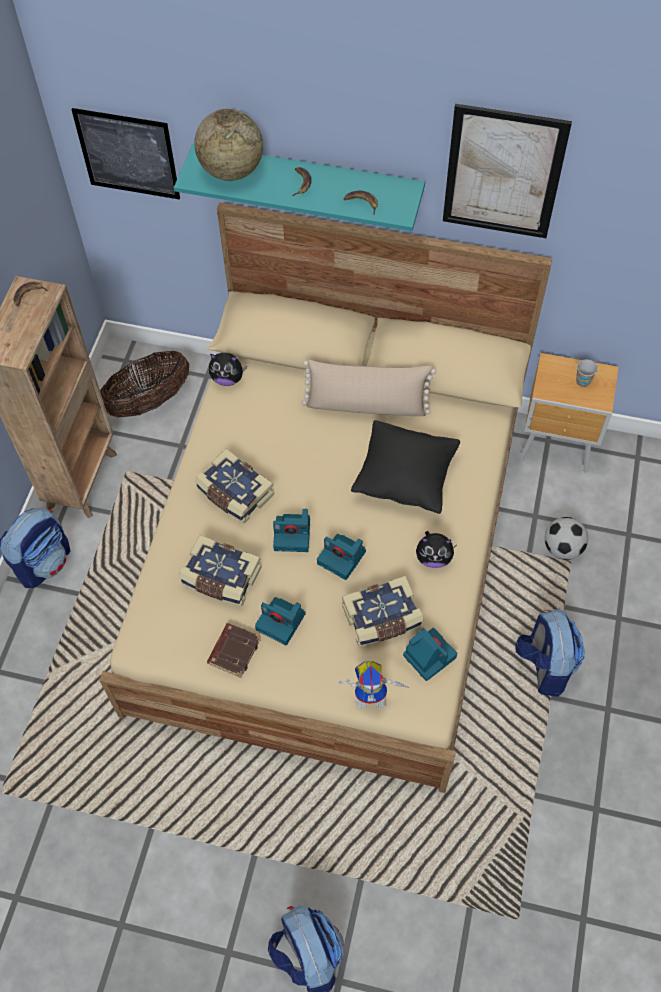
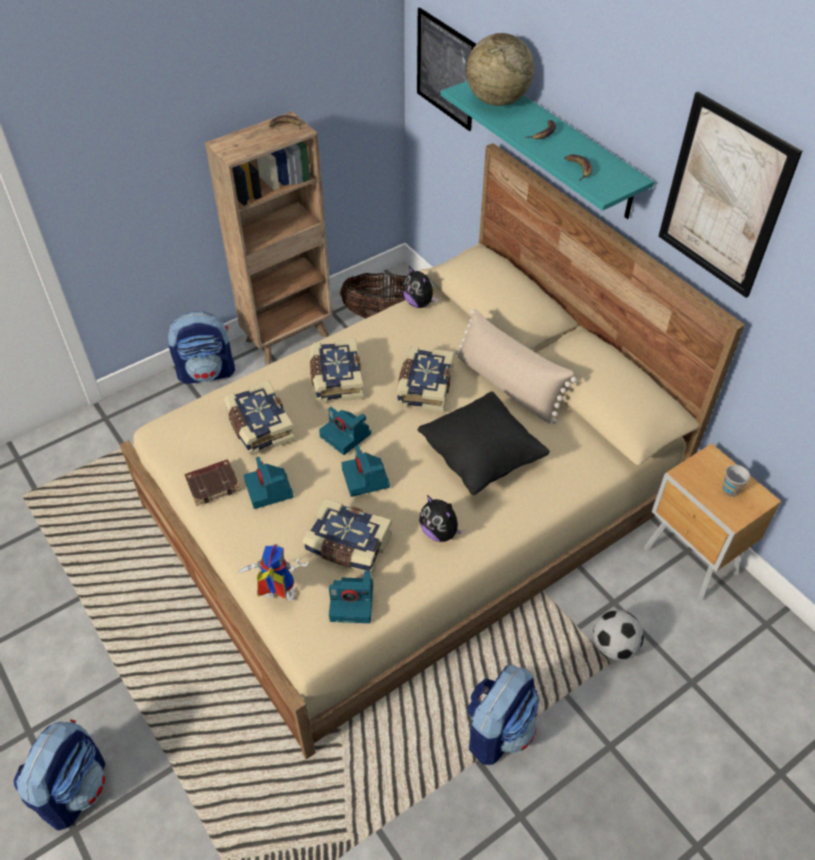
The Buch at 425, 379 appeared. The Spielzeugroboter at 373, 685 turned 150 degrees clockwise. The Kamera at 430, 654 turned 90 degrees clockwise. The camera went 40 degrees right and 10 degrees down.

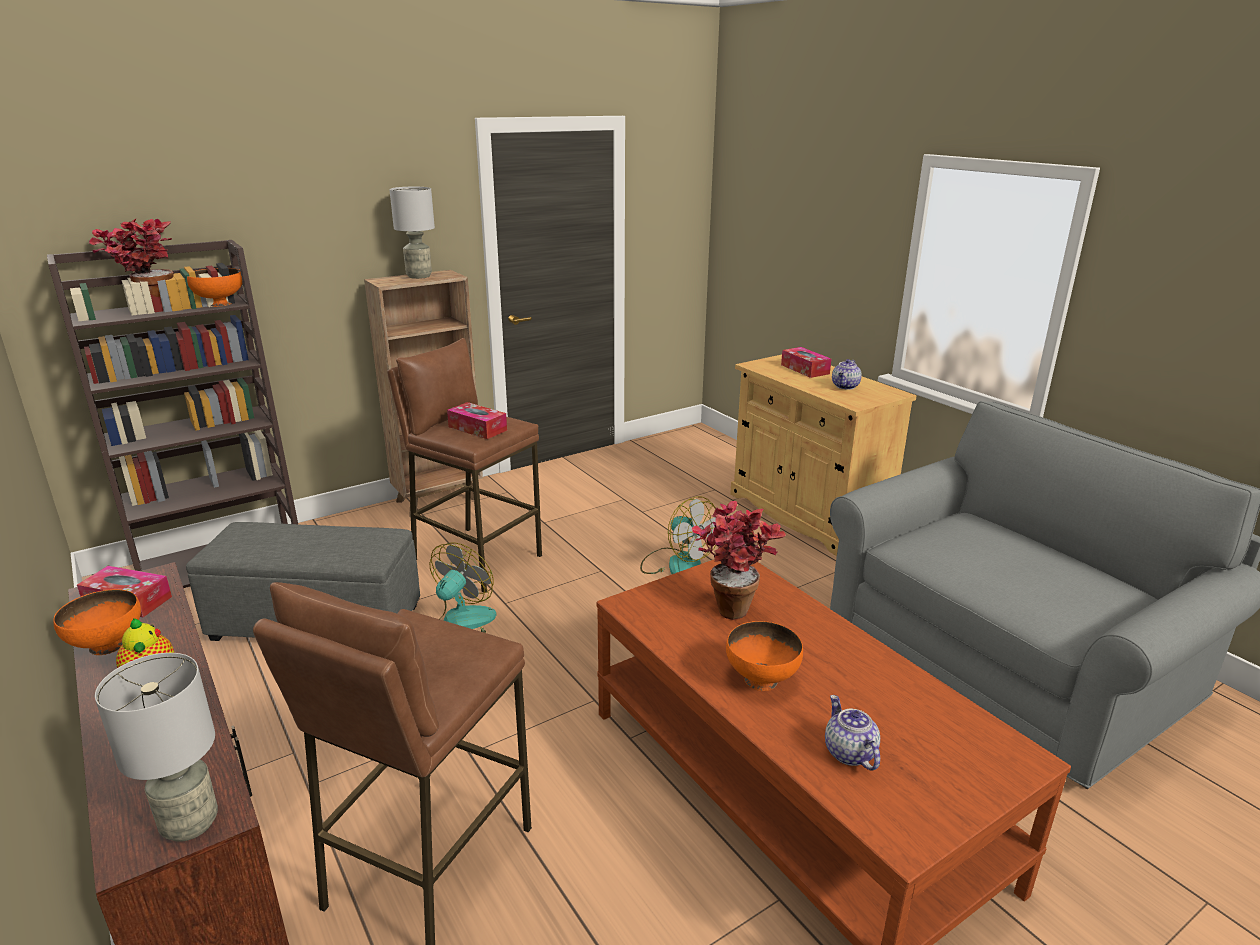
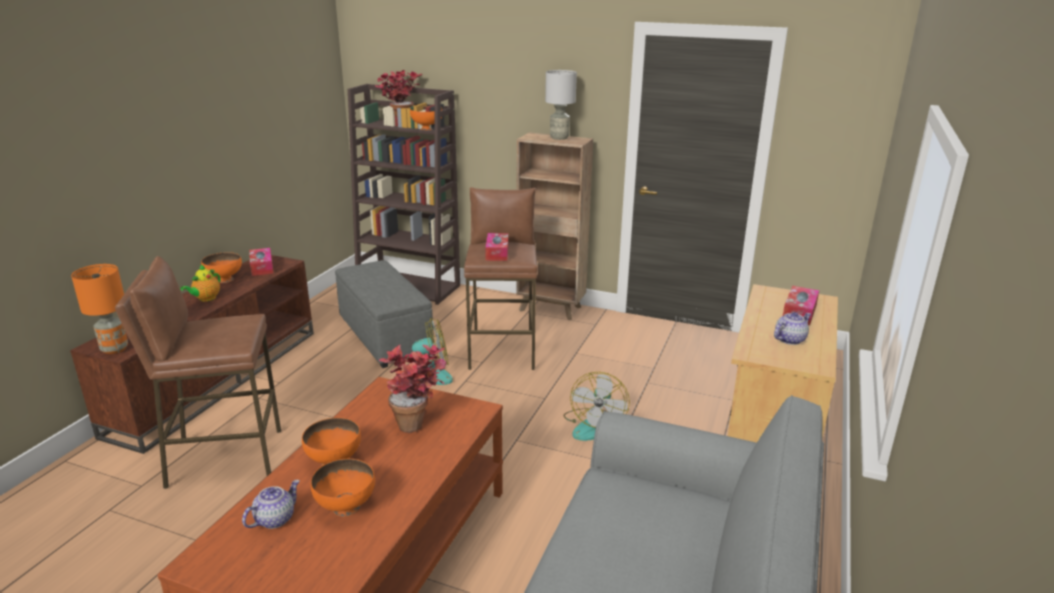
The Schüssel [orange] at 343, 488 appeared. The Tischlampe [grau] at 156, 747 became the Tischlampe [orange] at 99, 309. The Teekanne at 847, 374 turned 150 degrees clockwise. The camera went 55 degrees right and 0 degrees up.

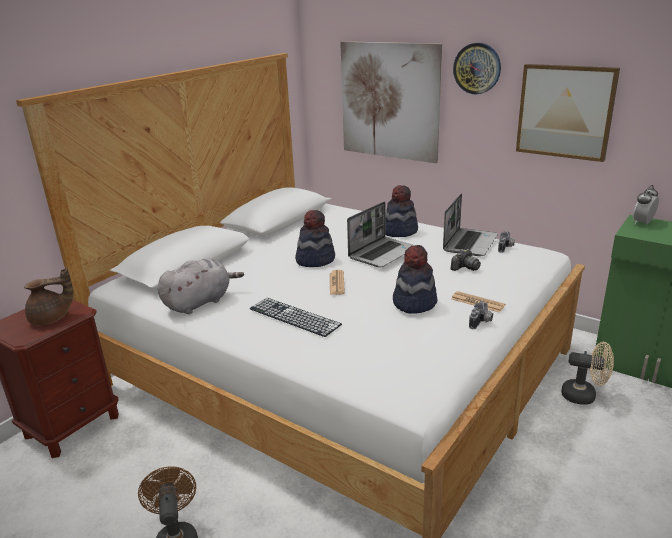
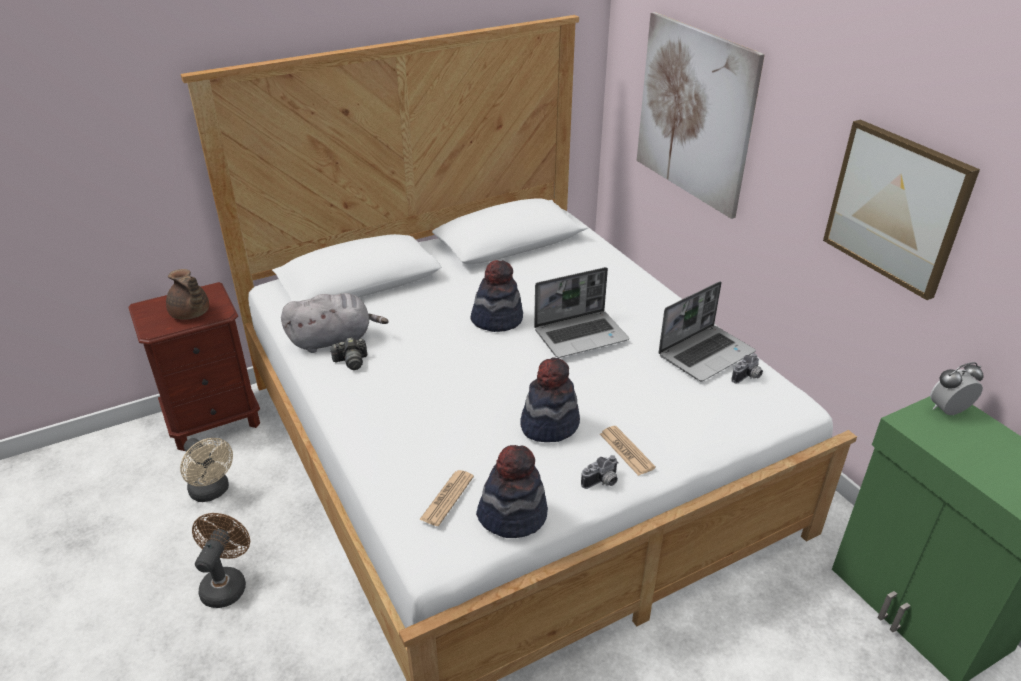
The Tastatur at 296, 317 disappeared. The Wanduhr at 477, 69 disappeared. The Zeitung moved from 337, 282 to 446, 498. The Hut moved from 401, 211 to 512, 491. The Kamera moved from 466, 260 to 348, 353. The Ventilator [beige] moved from 587, 373 to 206, 470. The Teekanne [braun] at 48, 296 turned 45 degrees clockwise. The camera went 25 degrees right and 10 degrees up.

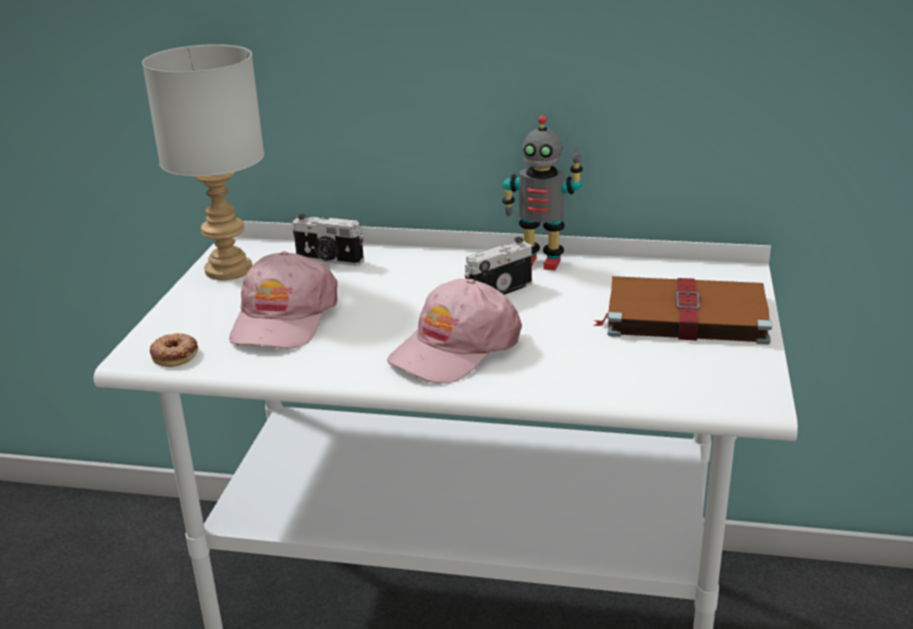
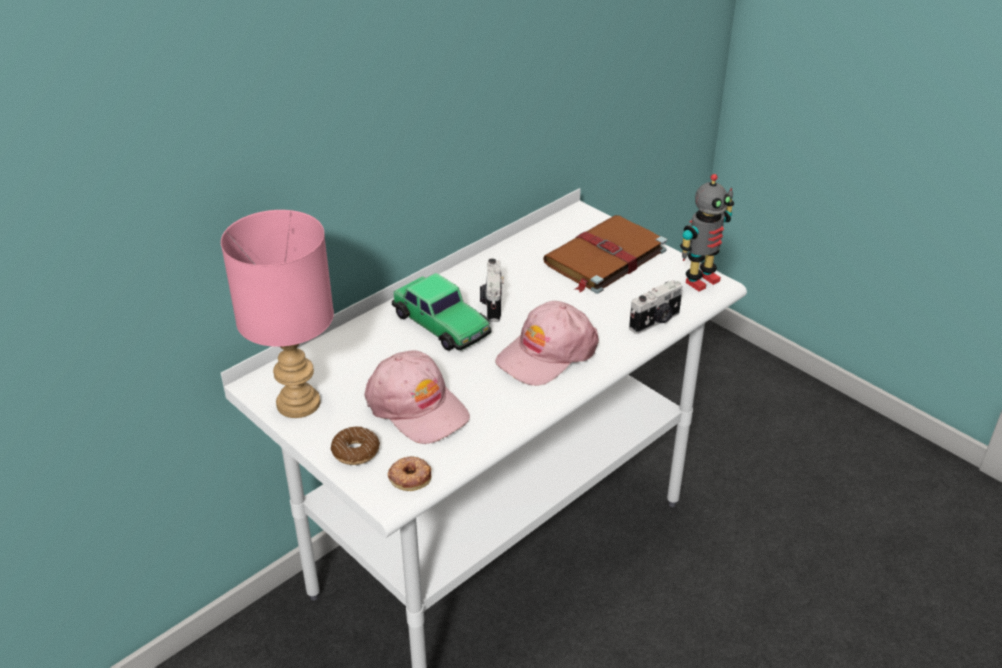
The Donut at 355, 445 appeared. The Spielzeugauto at 442, 312 appeared. The Kamera moved from 328, 240 to 656, 307. The Spielzeugroboter moved from 542, 193 to 707, 232. The Tischlampe [grau] at 203, 162 became the Tischlampe [rosa] at 277, 314. The Kappe [rosa] at 454, 331 turned 60 degrees clockwise. The camera went 55 degrees left and 10 degrees up.

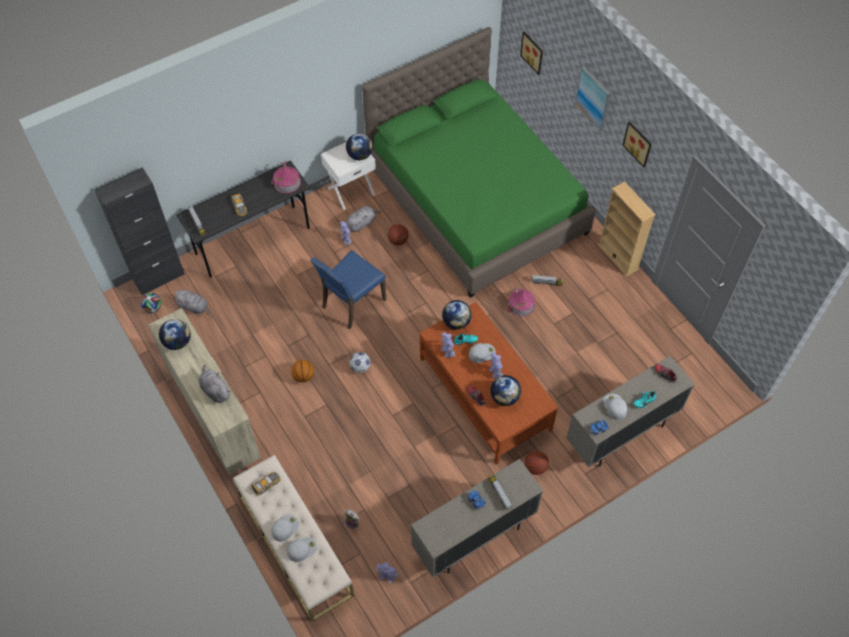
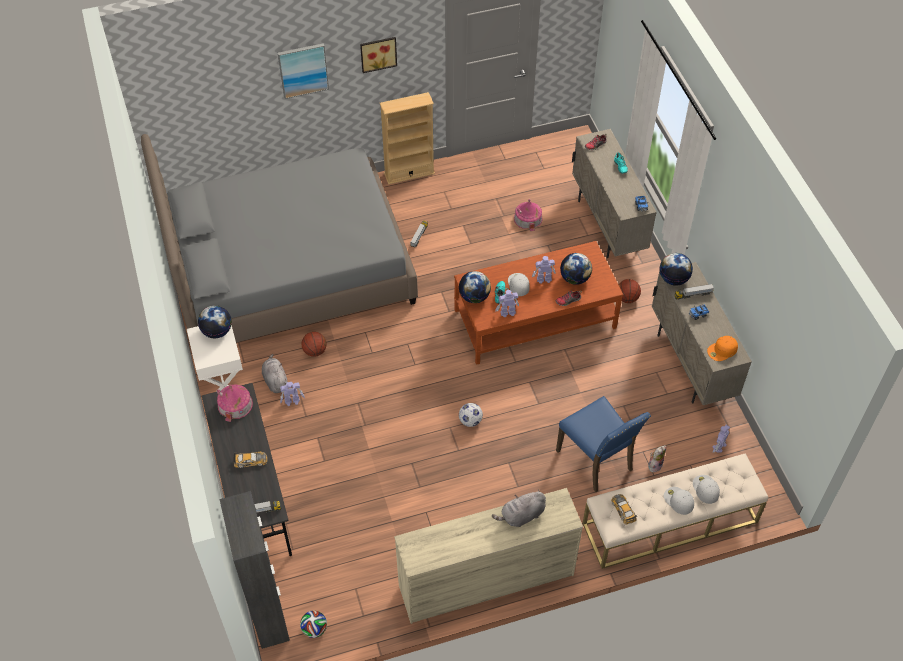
The Plüschtier [grau] at 191, 302 disappeared. The Basketball at 302, 371 disappeared. The Bild at 531, 53 disappeared. The Kappe [weiß] at 615, 407 disappeared. The Kappe [orange] at 722, 348 appeared. The Globus moved from 175, 334 to 676, 269. The Stuhl [blau] moved from 348, 289 to 603, 444. The Spielzeughaus moved from 521, 302 to 528, 215. The Bett [grün] at 479, 162 became the Bett [grau] at 279, 238. The camera went 75 degrees left and 5 degrees down.

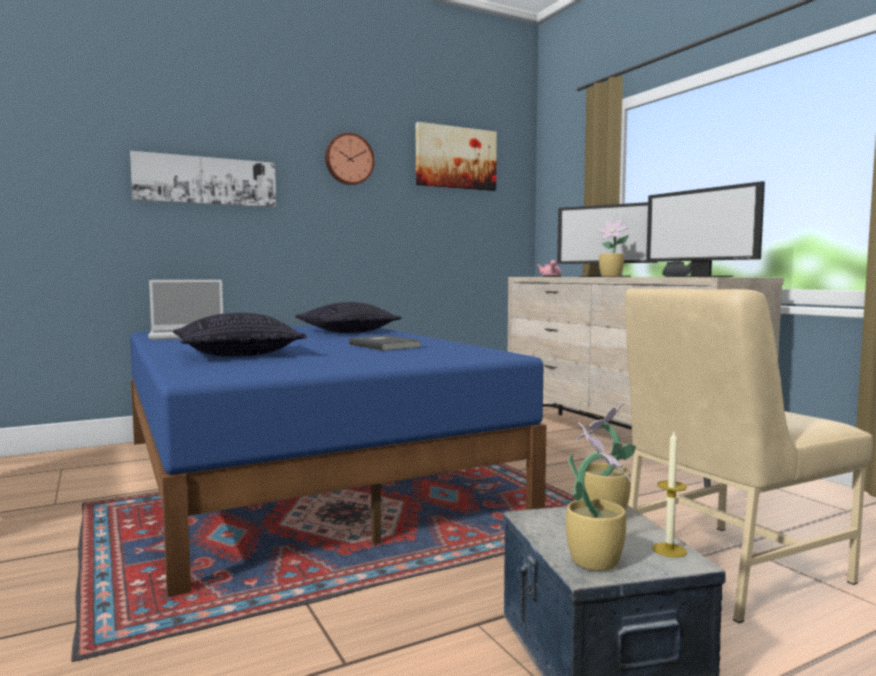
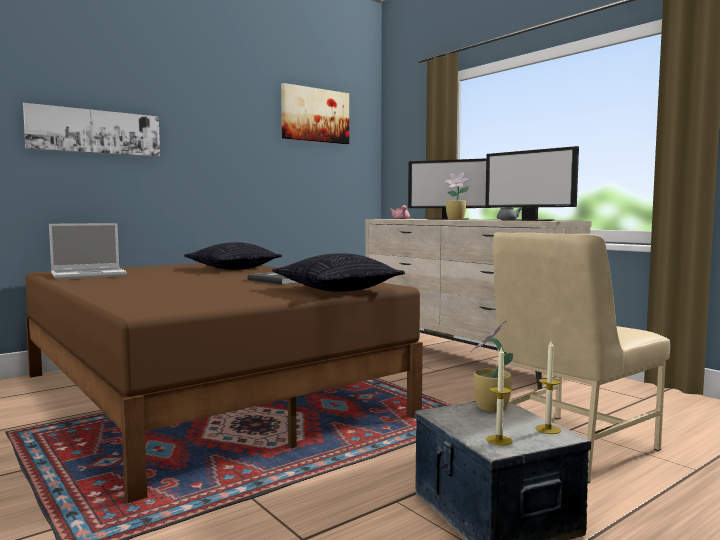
The Wanduhr at 350, 159 disappeared. The Kissen moved from 240, 335 to 338, 272. The Topfpflanze at 598, 496 was replaced by the Kerze at 499, 396. The Bett [blau] at 338, 461 became the Bett [braun] at 224, 383. The camera went 10 degrees left and 0 degrees up.

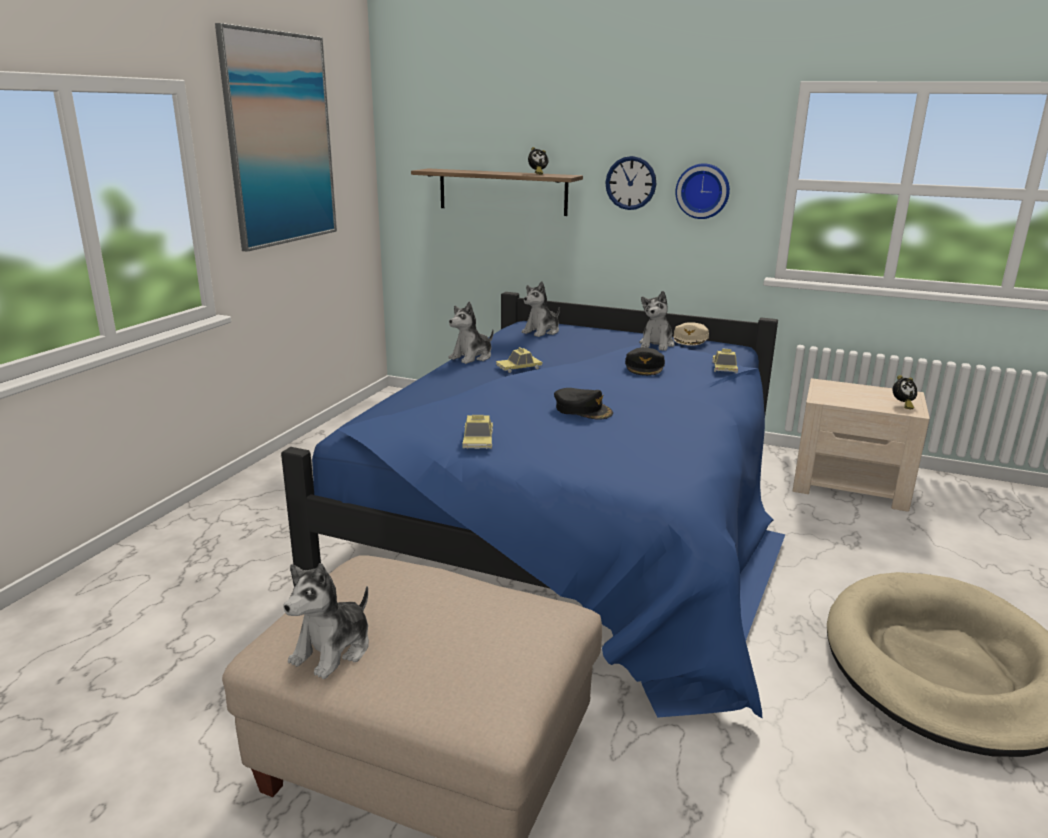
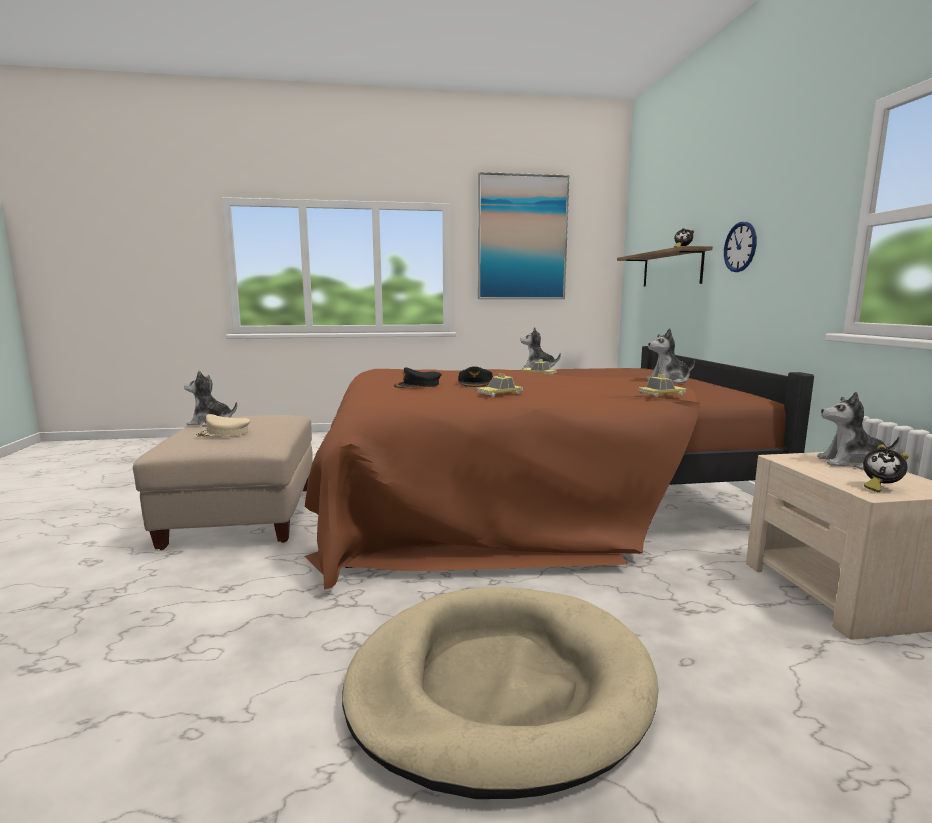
The Wanduhr at 702, 191 disappeared. The Spielzeugauto moved from 477, 432 to 499, 385. The Plüschtier moved from 540, 309 to 858, 431. The Kappe [schwarz] moved from 645, 362 to 418, 378. The Kappe [beige] moved from 691, 334 to 223, 425. The Bett [blau] at 533, 505 became the Bett [braun] at 559, 467. The camera went 60 degrees right and 10 degrees down.

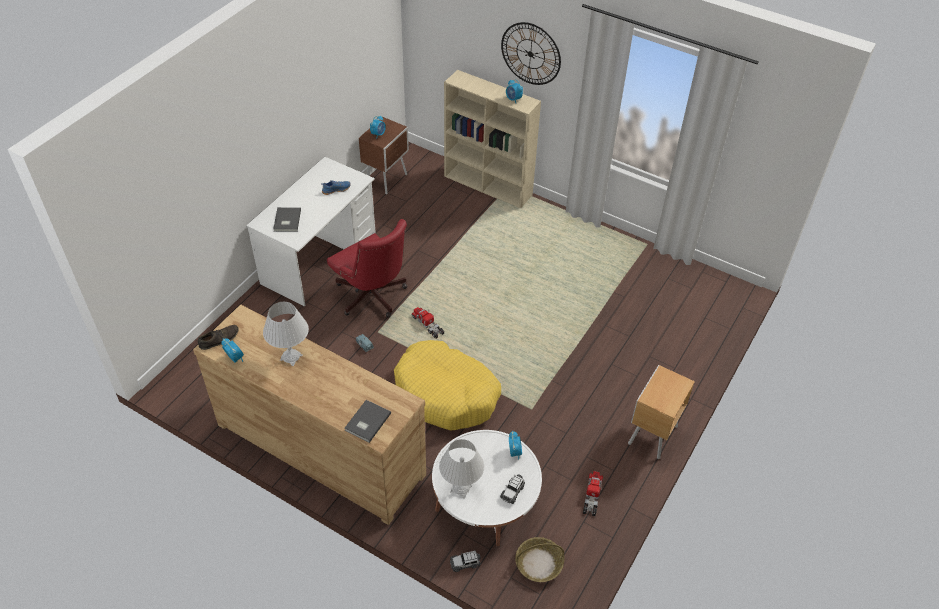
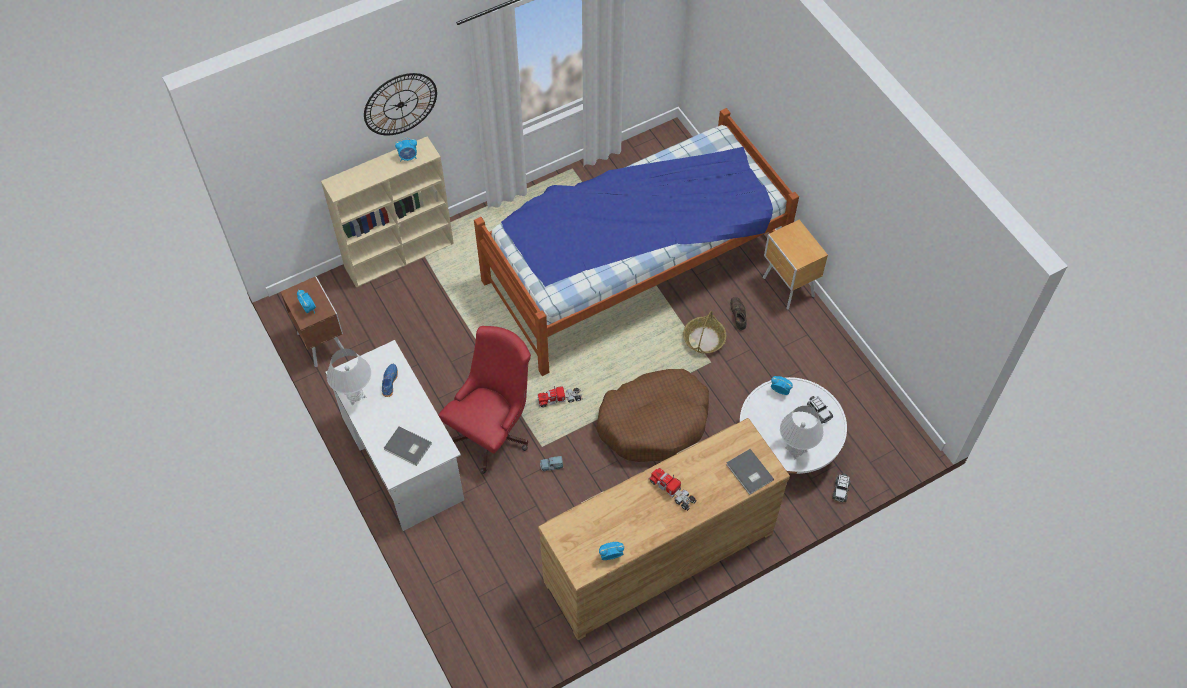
The Bett at 636, 242 appeared. The Schuh [braun] moved from 218, 337 to 738, 313. The Tischlampe [weiß] moved from 286, 334 to 349, 377. The Korb moved from 539, 559 to 704, 332. The Spielzeuglaster moved from 593, 493 to 673, 489. The Hundebett [gelb] at 447, 385 became the Hundebett [braun] at 652, 415. The Bürostuhl [rot] at 367, 268 turned 45 degrees counterclockwise. The camera went 60 degrees left and 10 degrees up.

